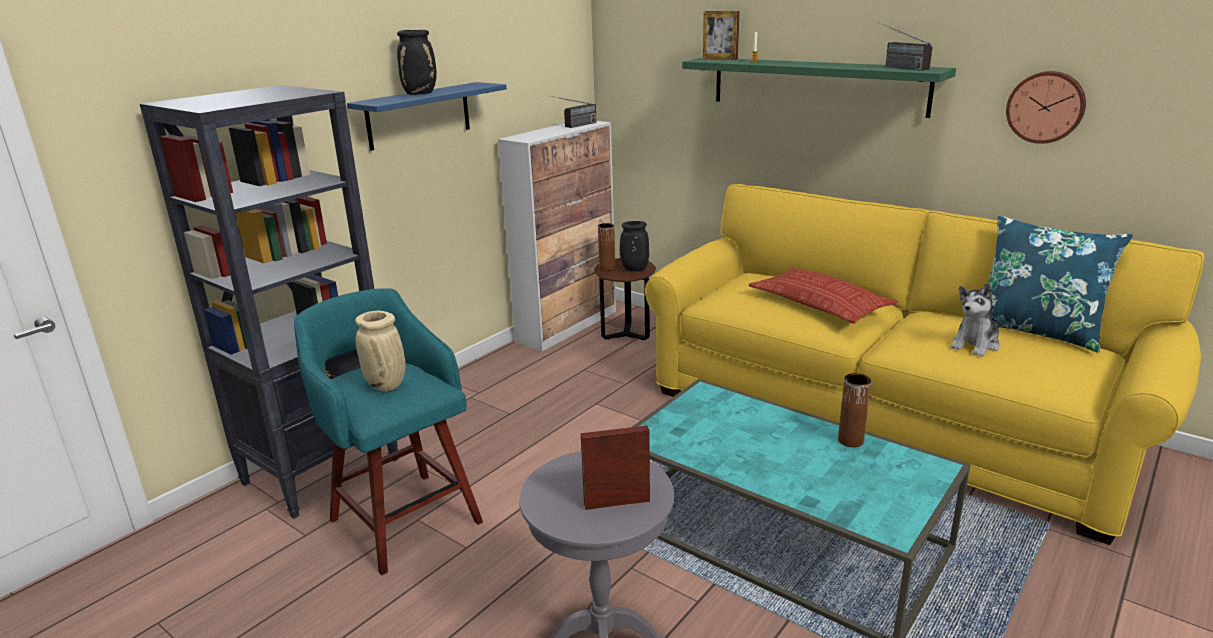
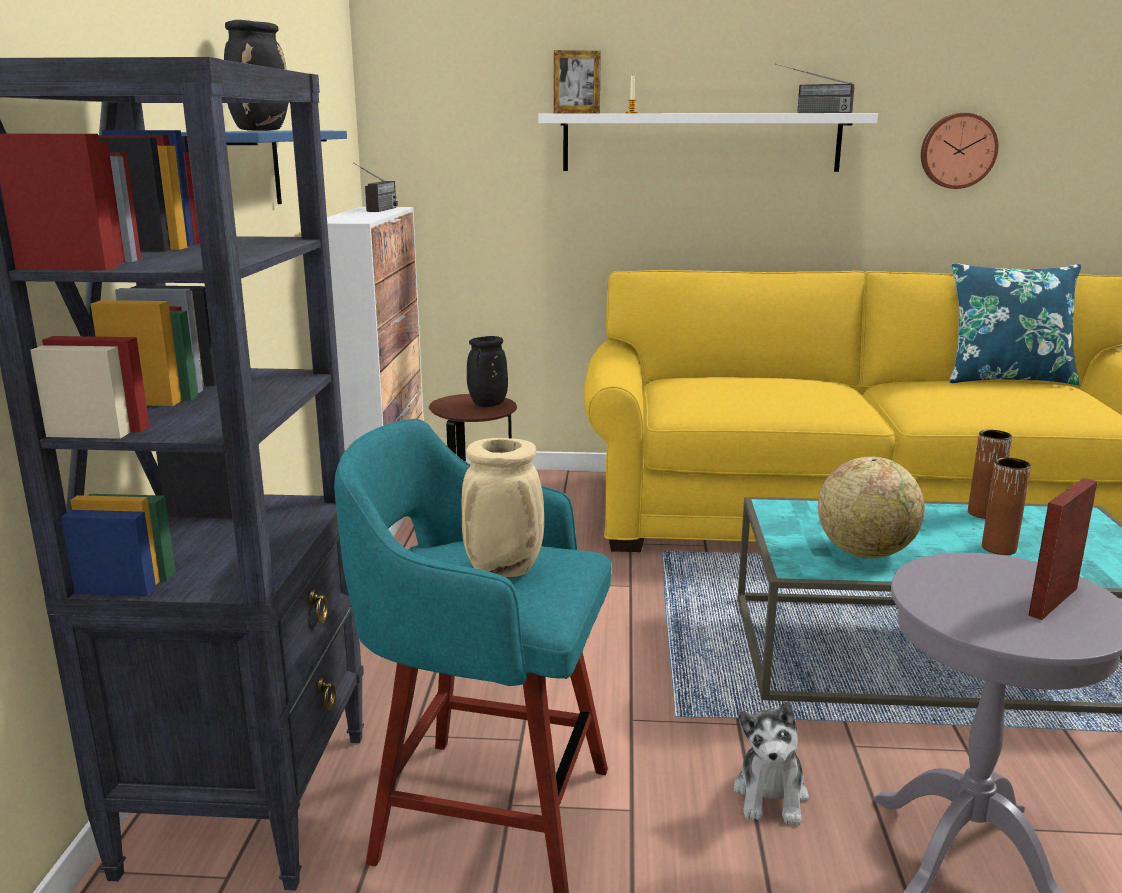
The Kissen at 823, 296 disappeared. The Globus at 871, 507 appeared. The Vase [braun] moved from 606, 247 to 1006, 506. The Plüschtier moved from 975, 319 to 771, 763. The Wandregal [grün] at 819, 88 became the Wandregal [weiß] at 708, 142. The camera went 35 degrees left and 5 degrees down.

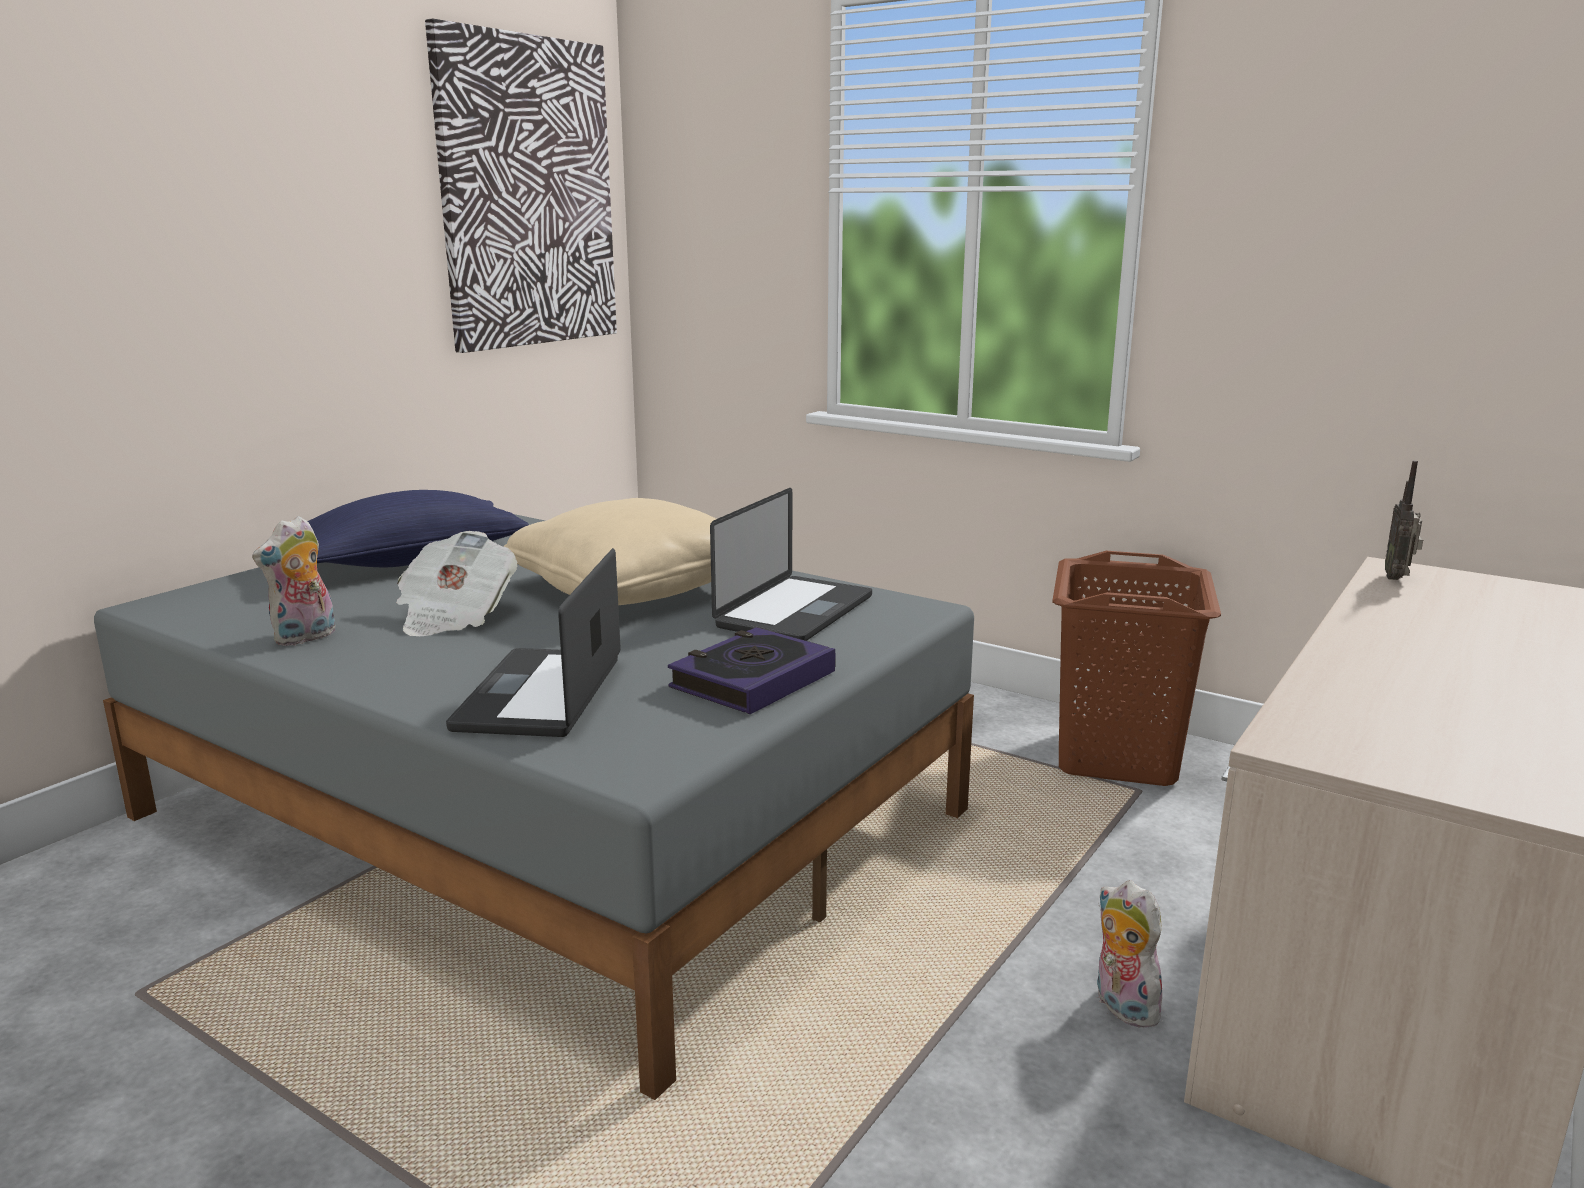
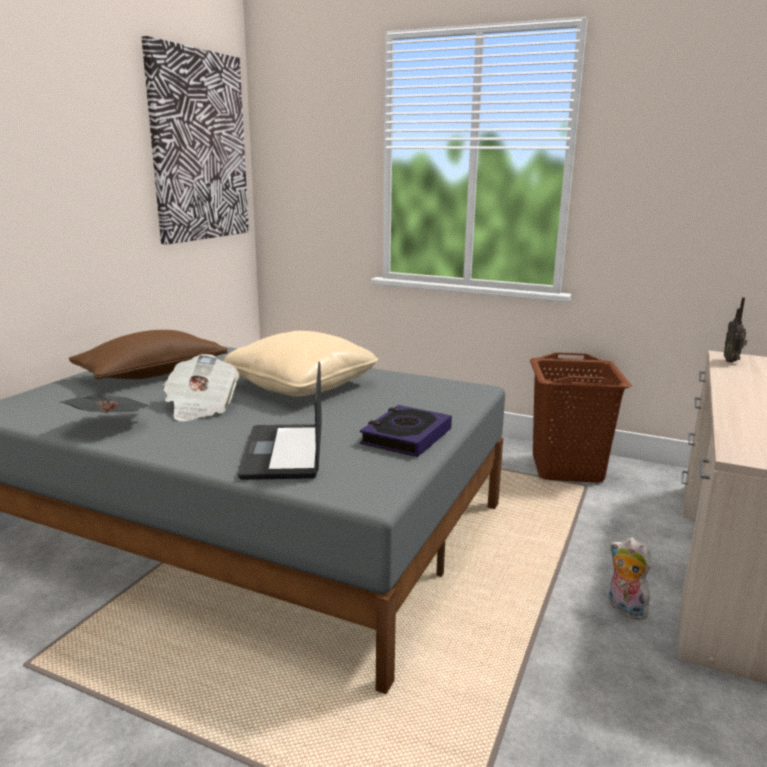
The Laptop at 791, 564 disappeared. The Plüschtier at 293, 581 was replaced by the Zeitung at 103, 404. The Kissen [blau] at 418, 528 became the Kissen [braun] at 148, 354. The camera went 10 degrees left and 0 degrees up.

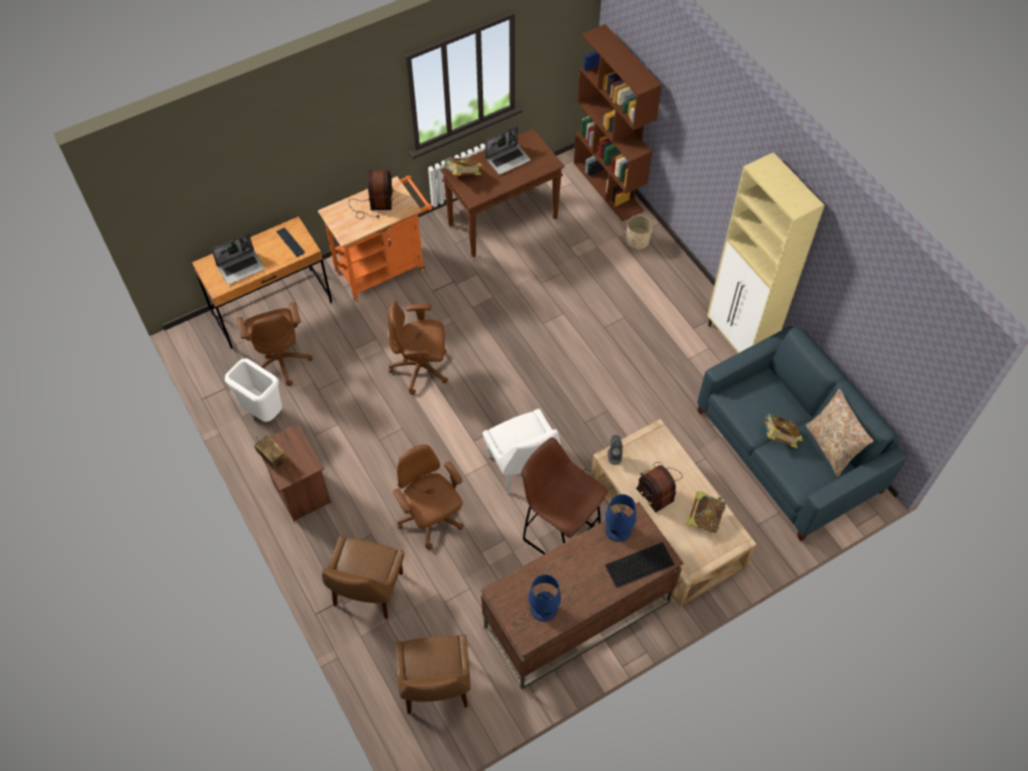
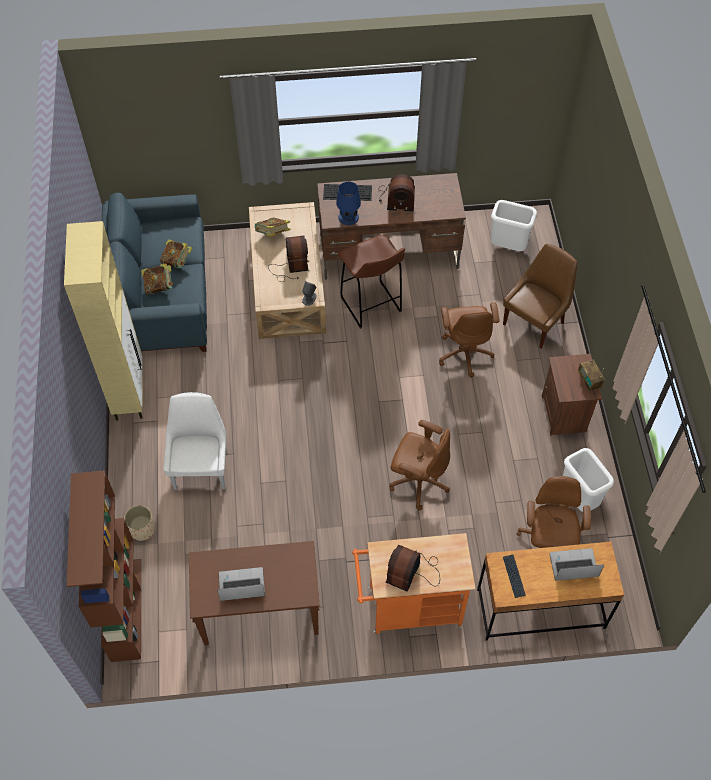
The Tischlampe [blau] at 544, 598 disappeared. The Kissen [beige] at 840, 433 disappeared. The Radio at 397, 192 appeared. The Buch moved from 463, 167 to 157, 279. The Stuhl [weiß] moved from 522, 451 to 195, 441. The Stuhl [braun] at 432, 674 was replaced by the Mülleimer [weiß] at 514, 225. The camera went 155 degrees left and 0 degrees up.

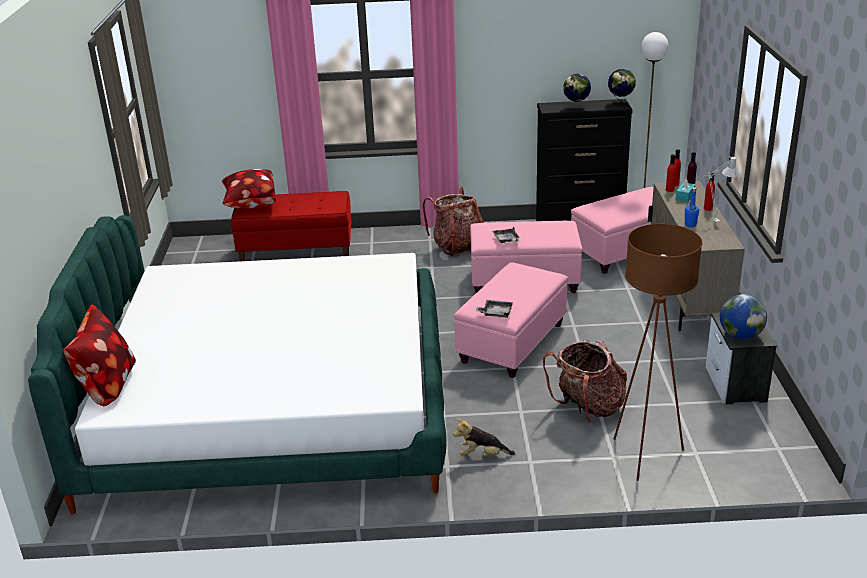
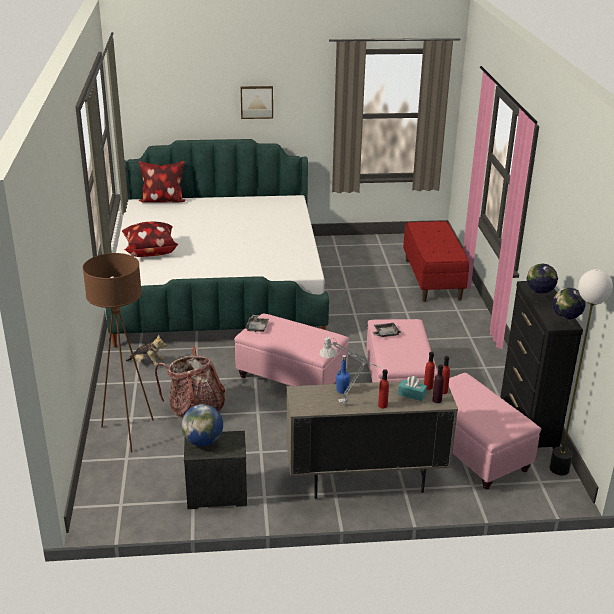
The Rucksack at 453, 221 disappeared. The Bild at 256, 102 appeared. The Kissen moved from 249, 189 to 150, 239. The Plüschtier at 484, 437 turned 105 degrees clockwise. The camera went 85 degrees right and 0 degrees up.

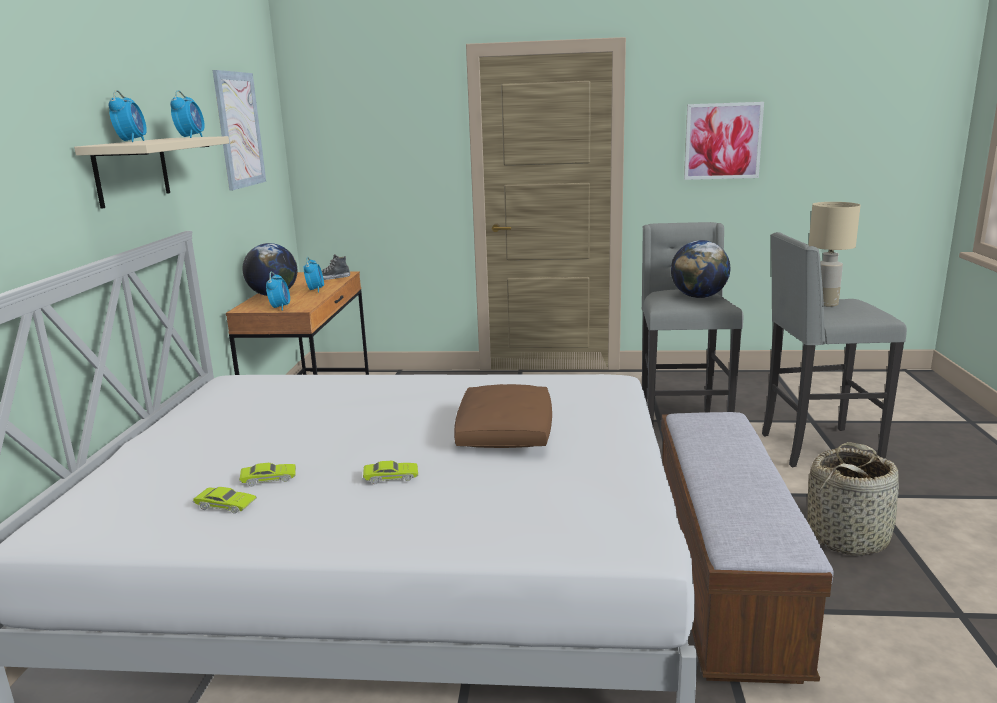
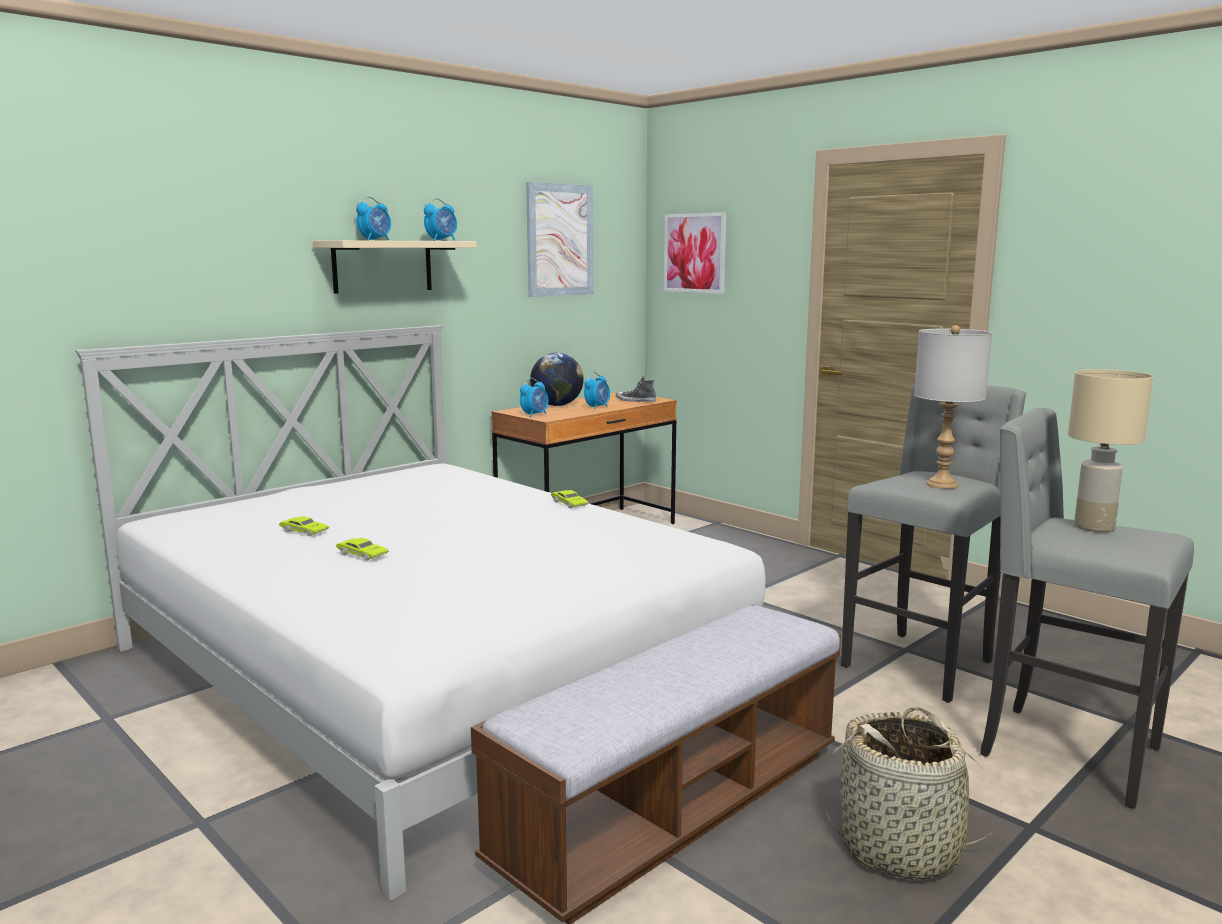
The Kissen [braun] at 503, 416 disappeared. The Spielzeugauto [grün] moved from 225, 500 to 570, 499. The Bild moved from 724, 141 to 695, 253. The Globus at 700, 269 was replaced by the Tischlampe [grau] at 953, 407. The camera went 40 degrees right and 5 degrees down.

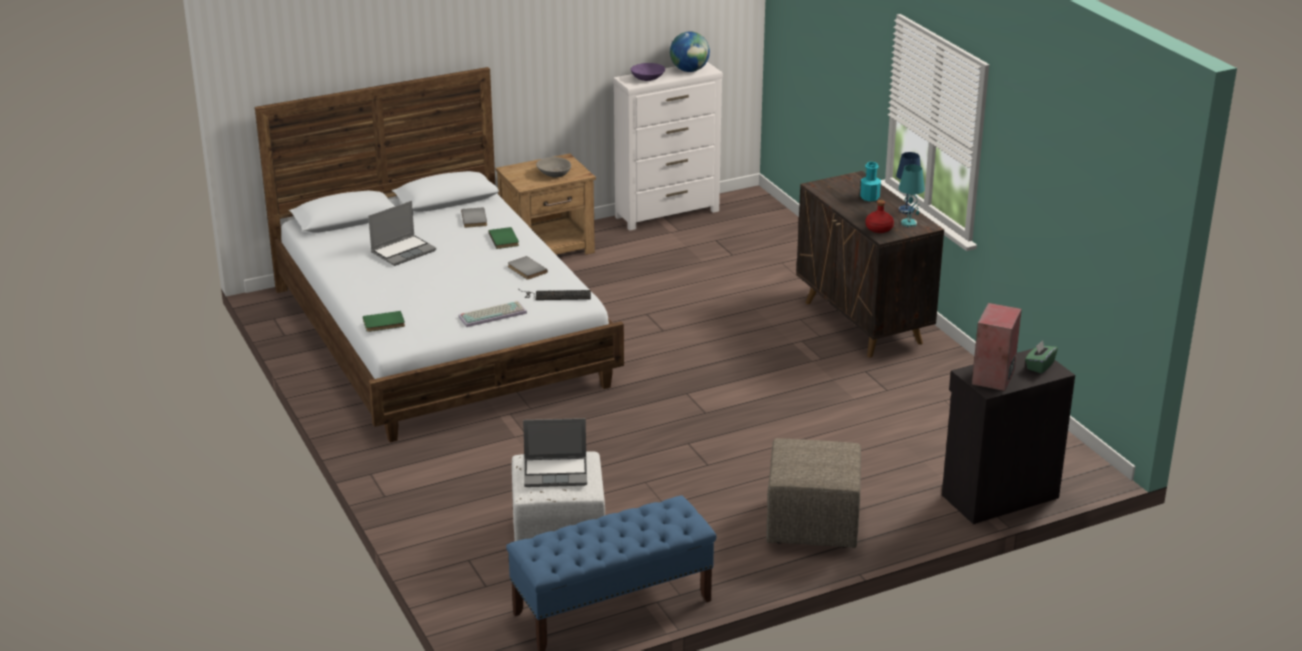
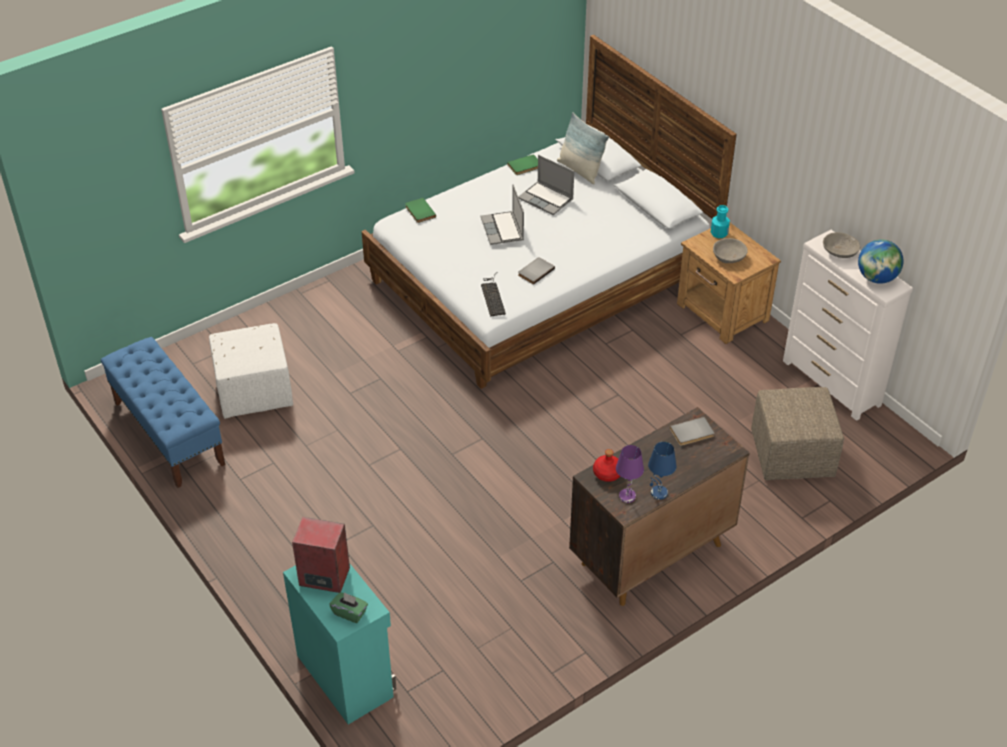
The Tastatur at 492, 314 disappeared. The Kissen at 583, 148 appeared. The Buch [grau] moved from 474, 217 to 692, 431. The Buch [grün] moved from 504, 238 to 522, 164. The Laptop moved from 555, 452 to 502, 215. The Polsterhocker [beige] moved from 813, 493 to 797, 433. The Flasche [türkis] moved from 870, 181 to 720, 221. The Schüssel [lila] at 648, 72 became the Schüssel [grau] at 841, 245. The Tischlampe [türkis] at 912, 196 became the Tischlampe [lila] at 630, 474. The Schrank [schwarz] at 1008, 436 became the Schrank [türkis] at 340, 643. The camera went 80 degrees right and 15 degrees up.

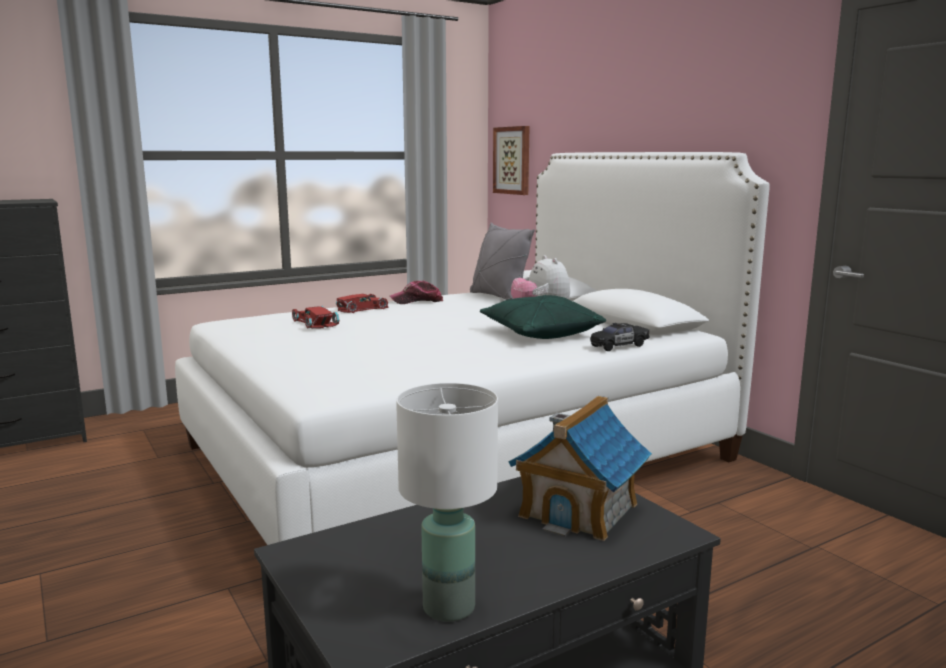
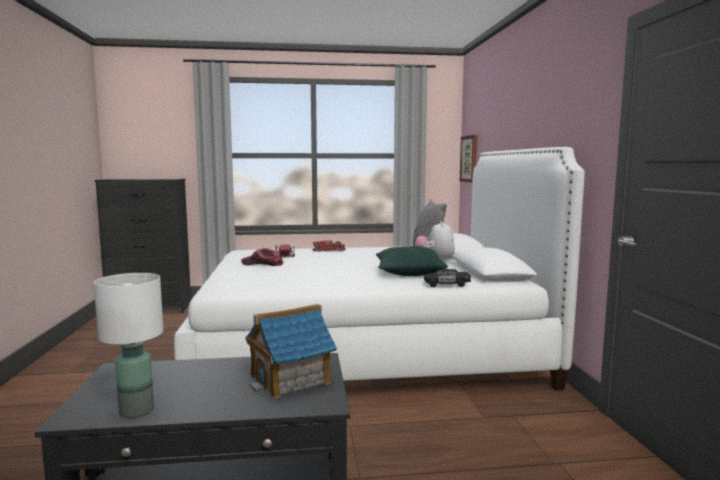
The Kappe moved from 416, 292 to 262, 257. The camera went 25 degrees right and 5 degrees down.

